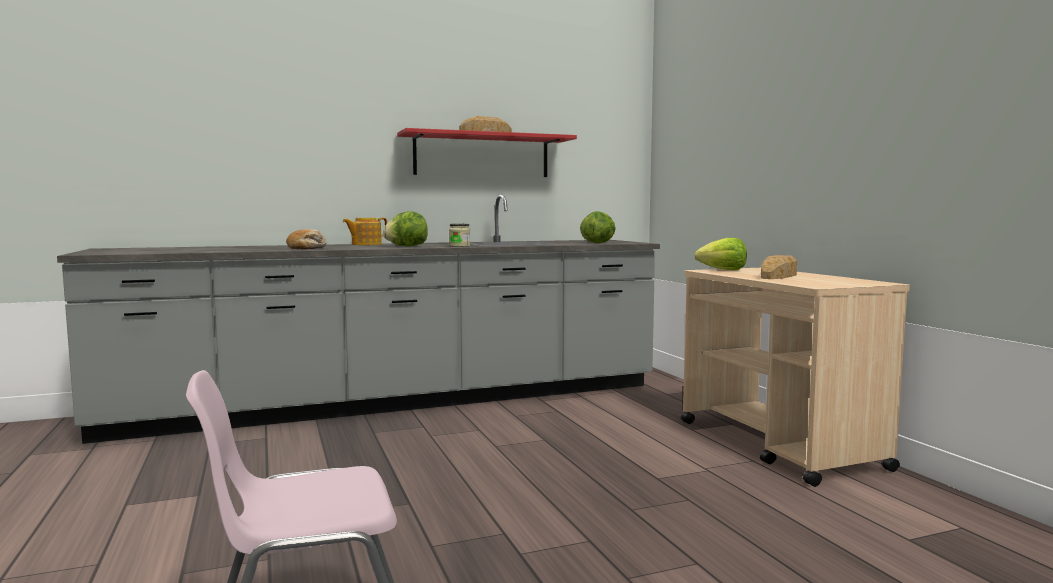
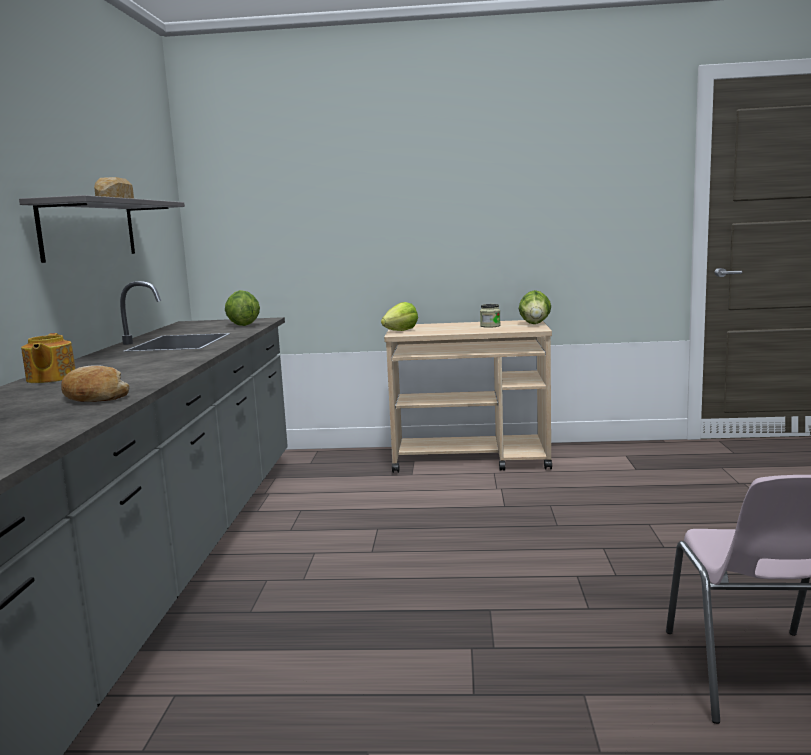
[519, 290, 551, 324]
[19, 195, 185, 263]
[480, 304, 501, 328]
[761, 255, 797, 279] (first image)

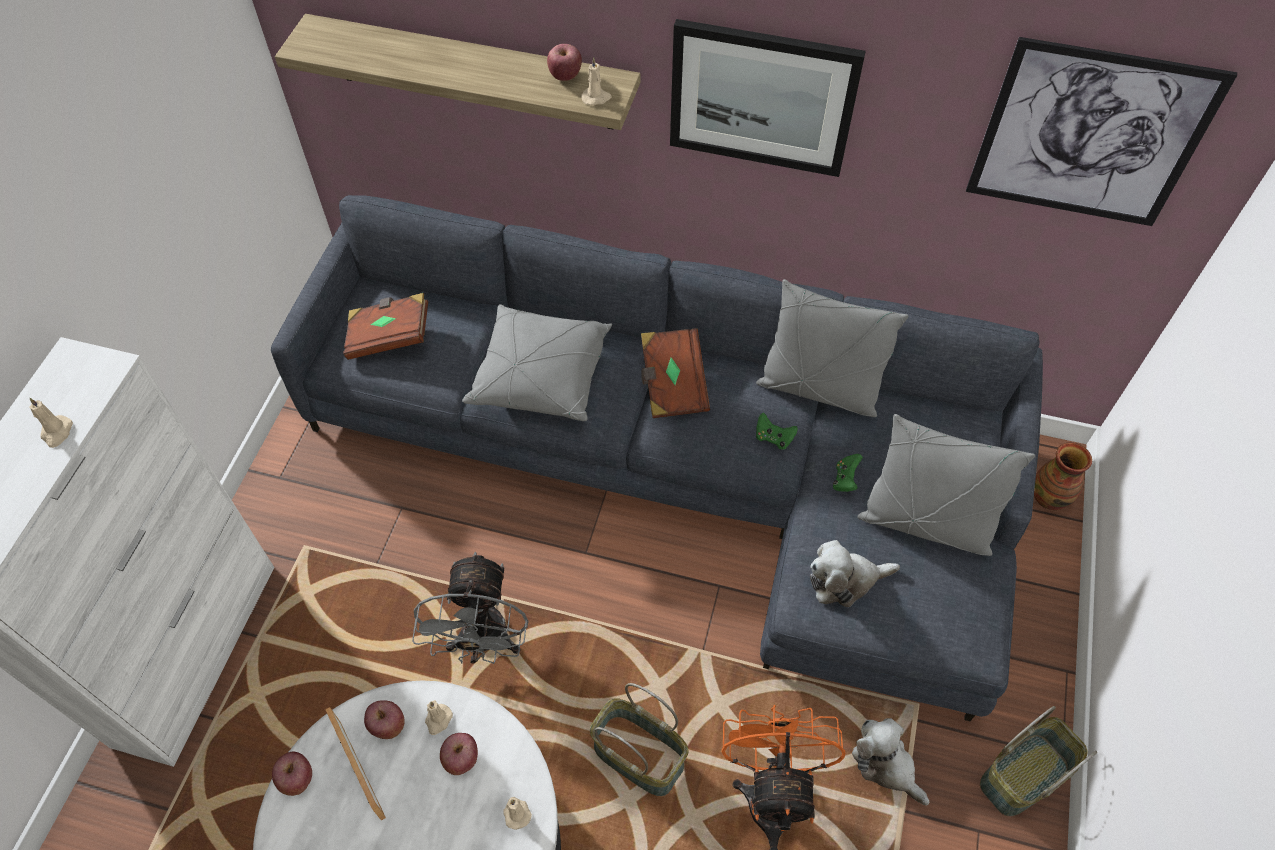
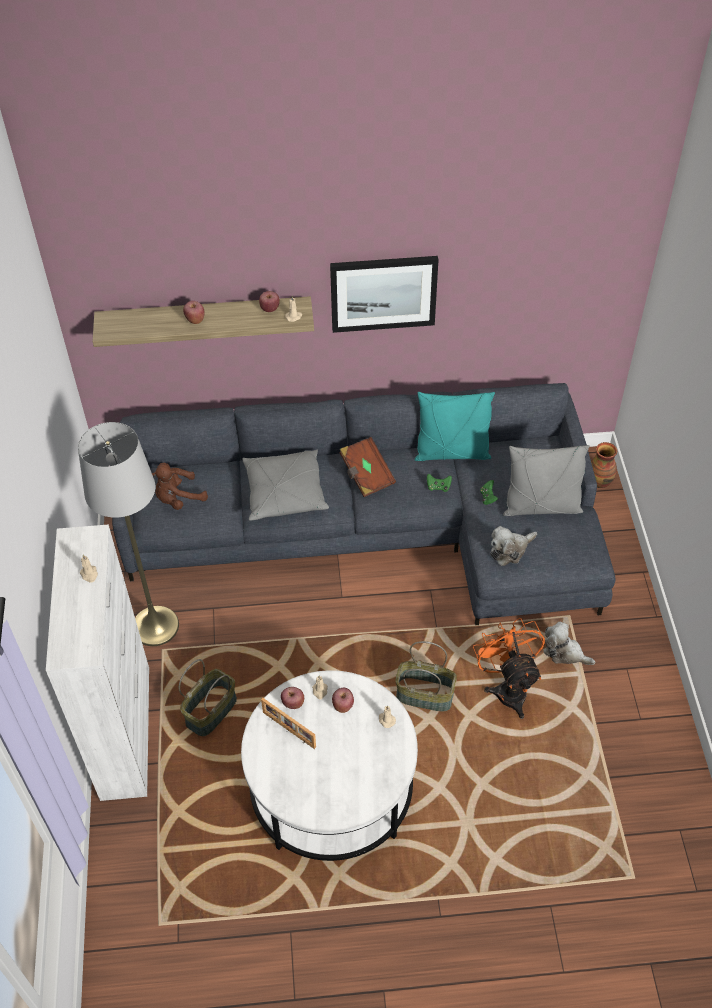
[183, 301, 205, 324]
[152, 463, 208, 510]
[412, 552, 529, 664] (first image)
[414, 392, 495, 461]
[966, 37, 1237, 226] (first image)
[179, 659, 237, 736]
[78, 422, 179, 646]

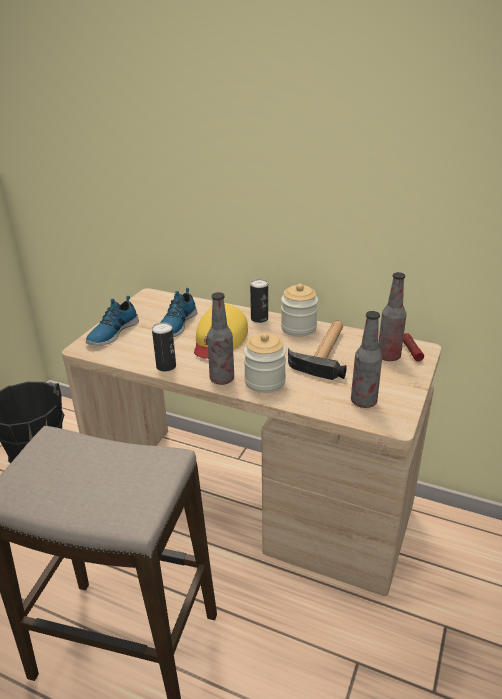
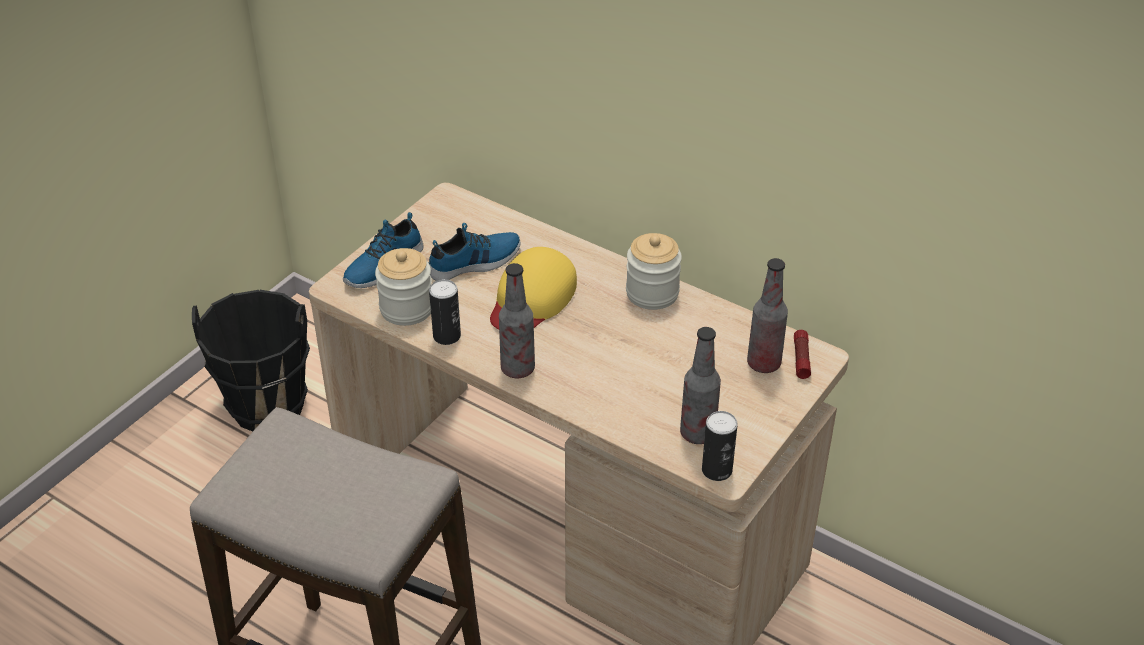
[429, 223, 521, 281]
[375, 248, 432, 326]
[702, 411, 738, 481]
[288, 320, 347, 380] (first image)

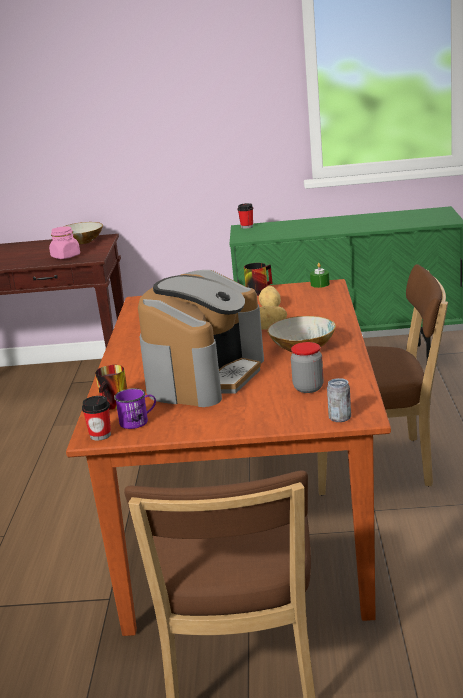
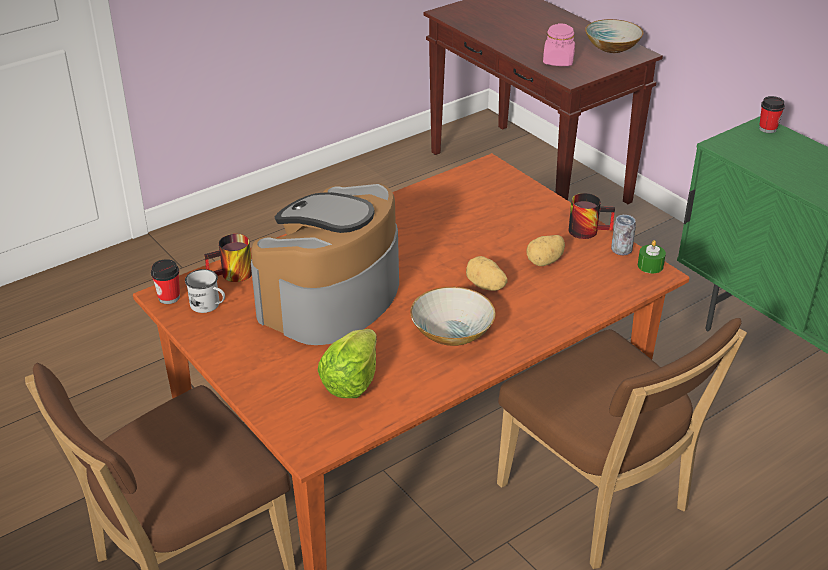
[185, 269, 225, 313]
[251, 184, 399, 345]
[318, 329, 377, 398]
[611, 215, 636, 255]

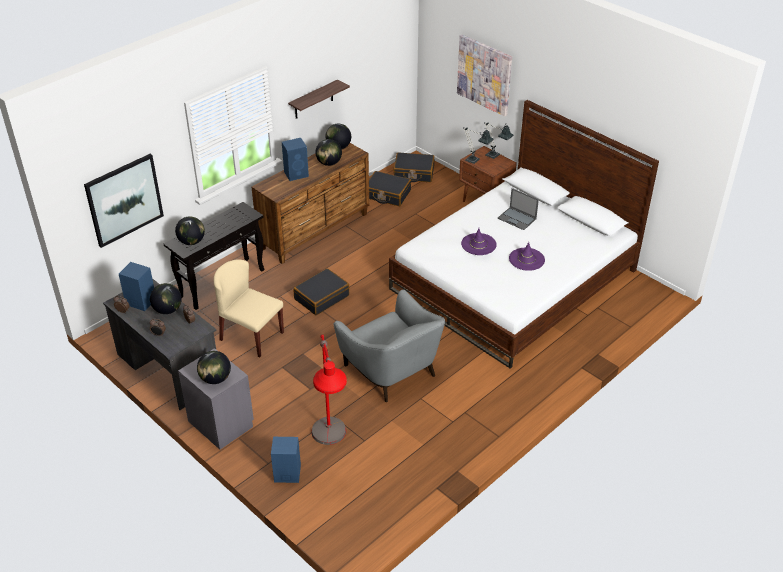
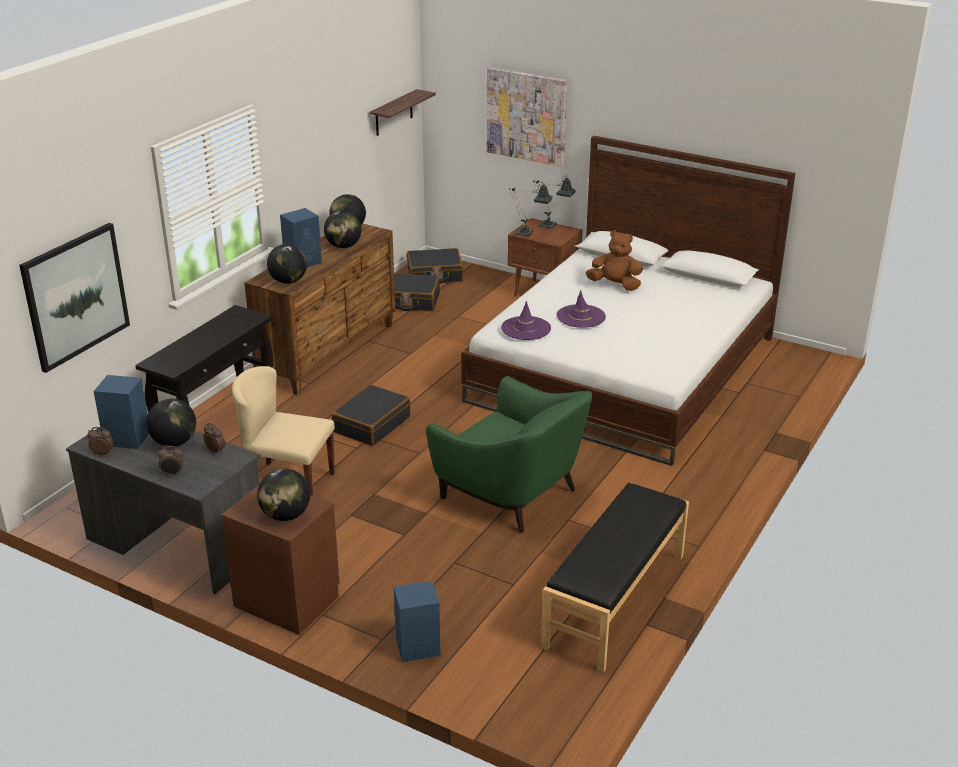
[267, 244, 307, 284]
[221, 484, 340, 635]
[370, 89, 436, 136]
[311, 334, 347, 445] (first image)
[426, 376, 592, 532]
[586, 230, 643, 291]
[501, 301, 551, 340]
[541, 483, 689, 672]

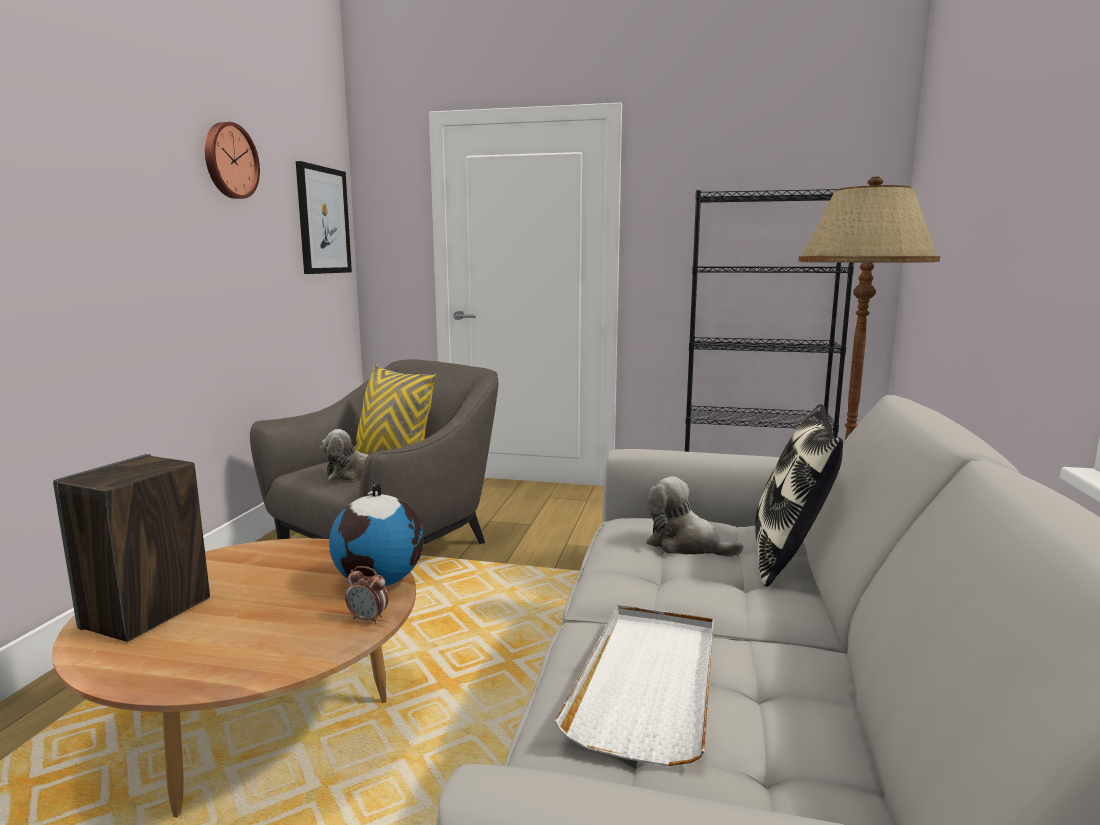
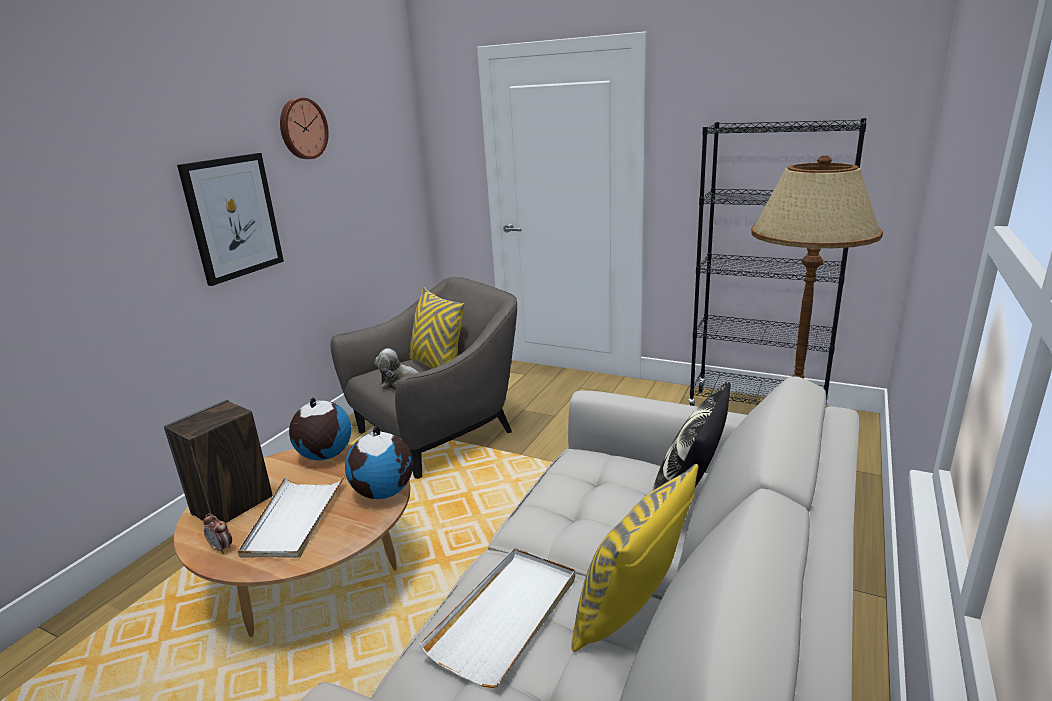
[177, 153, 284, 286]
[203, 513, 232, 554]
[646, 476, 743, 557] (first image)
[238, 476, 344, 558]
[289, 397, 352, 461]
[571, 464, 698, 652]

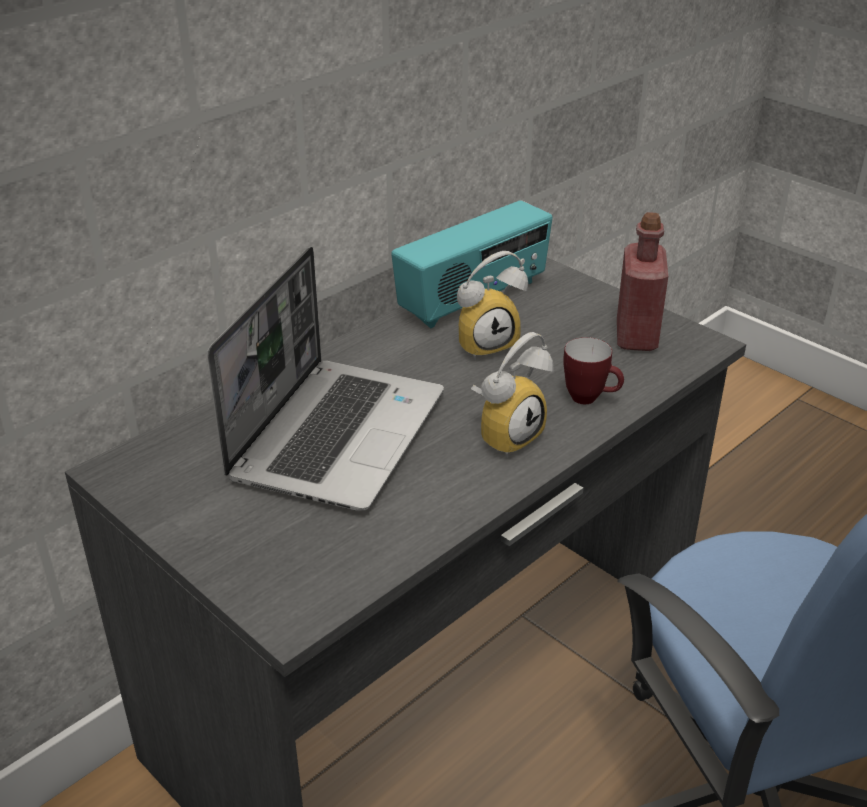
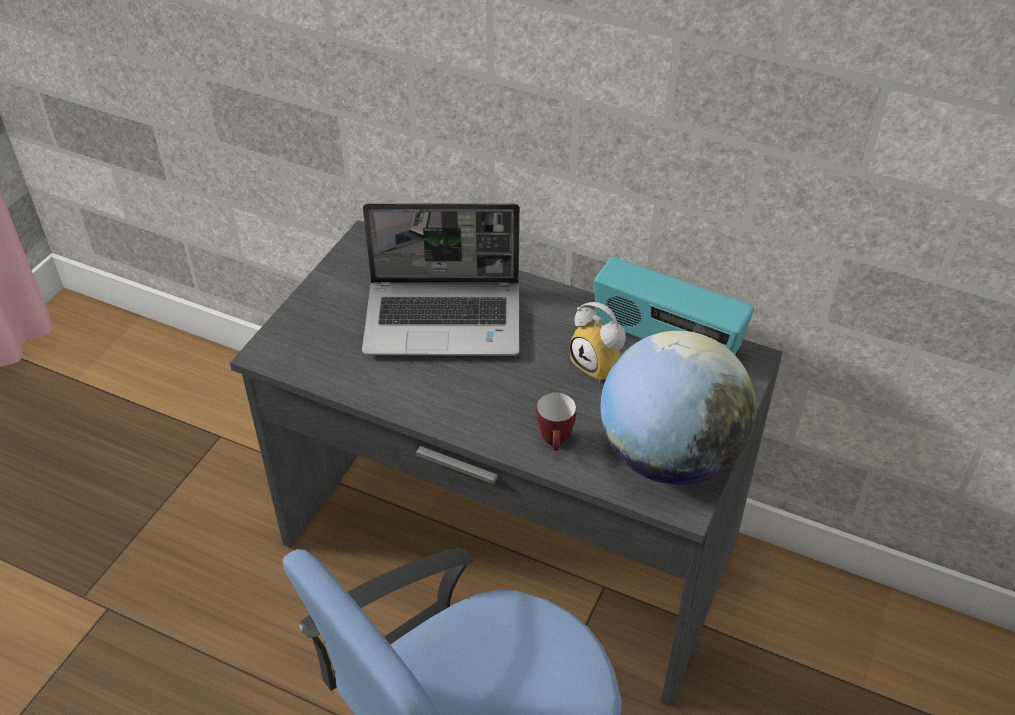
[471, 332, 553, 458] (first image)
[601, 331, 756, 485]

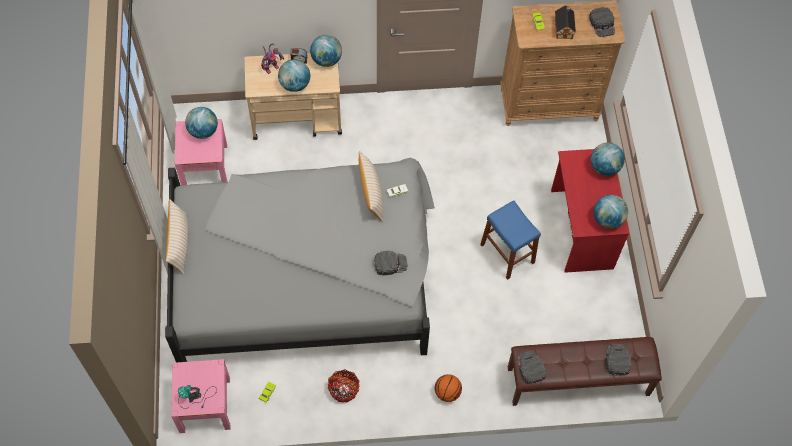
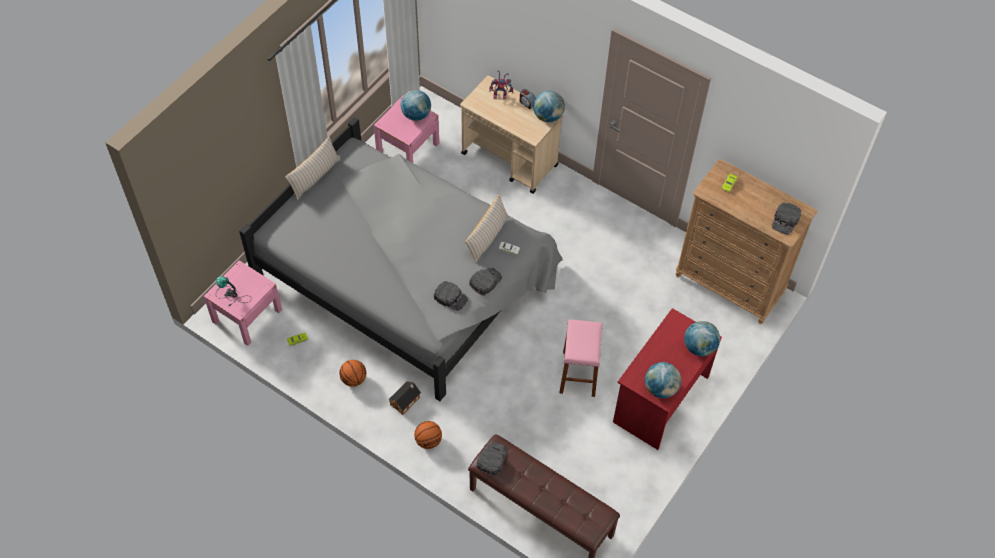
[278, 59, 310, 92] (first image)
[339, 360, 366, 387]
[560, 320, 602, 397]
[388, 381, 421, 415]
[469, 268, 502, 296]

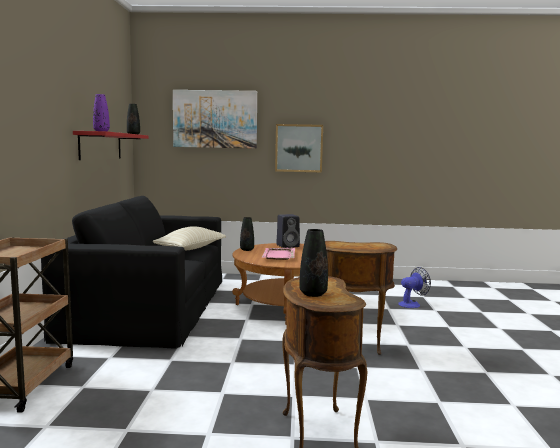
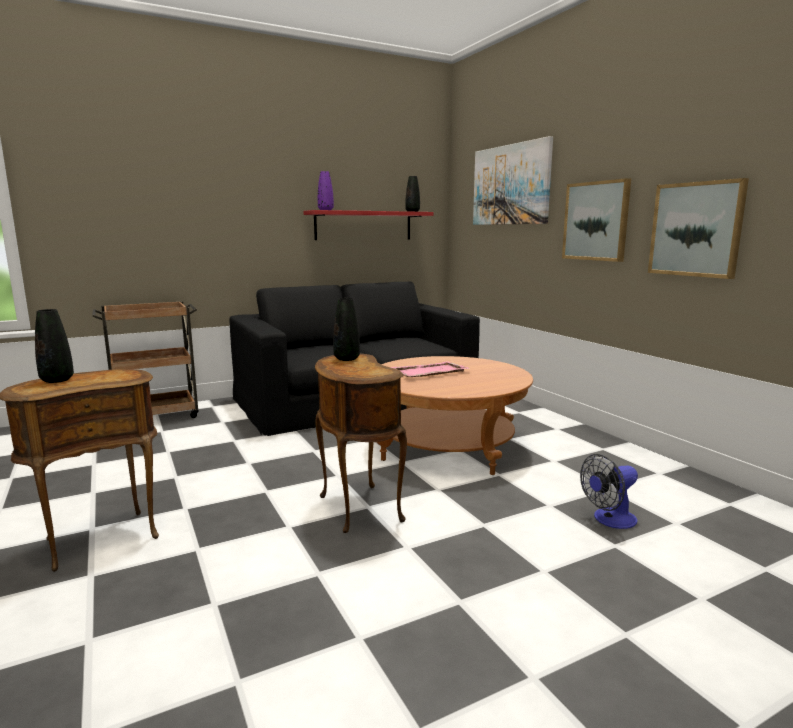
[153, 226, 226, 250] (first image)
[333, 298, 360, 361]
[276, 214, 300, 248] (first image)
[580, 454, 638, 529]
[648, 178, 749, 279]

